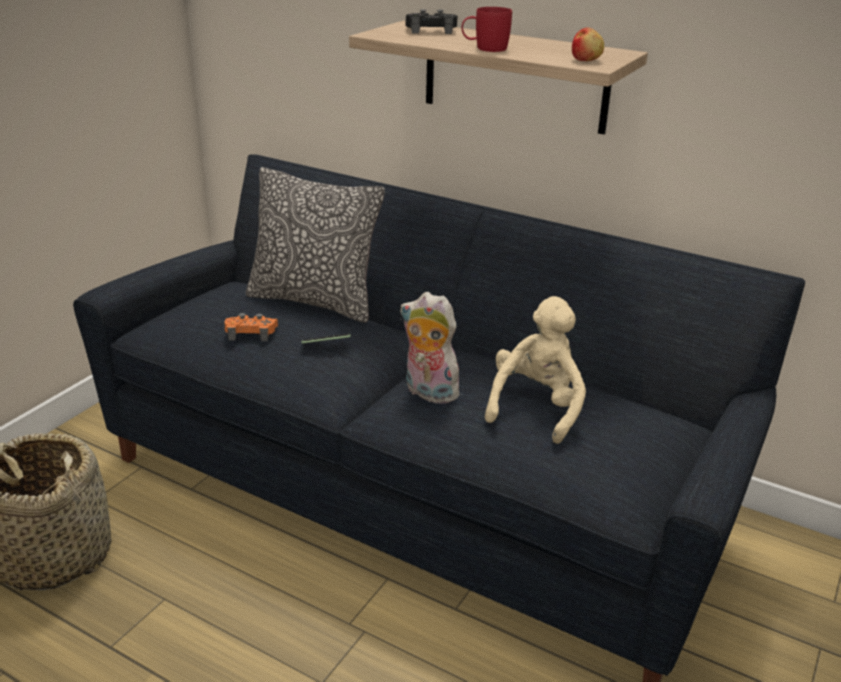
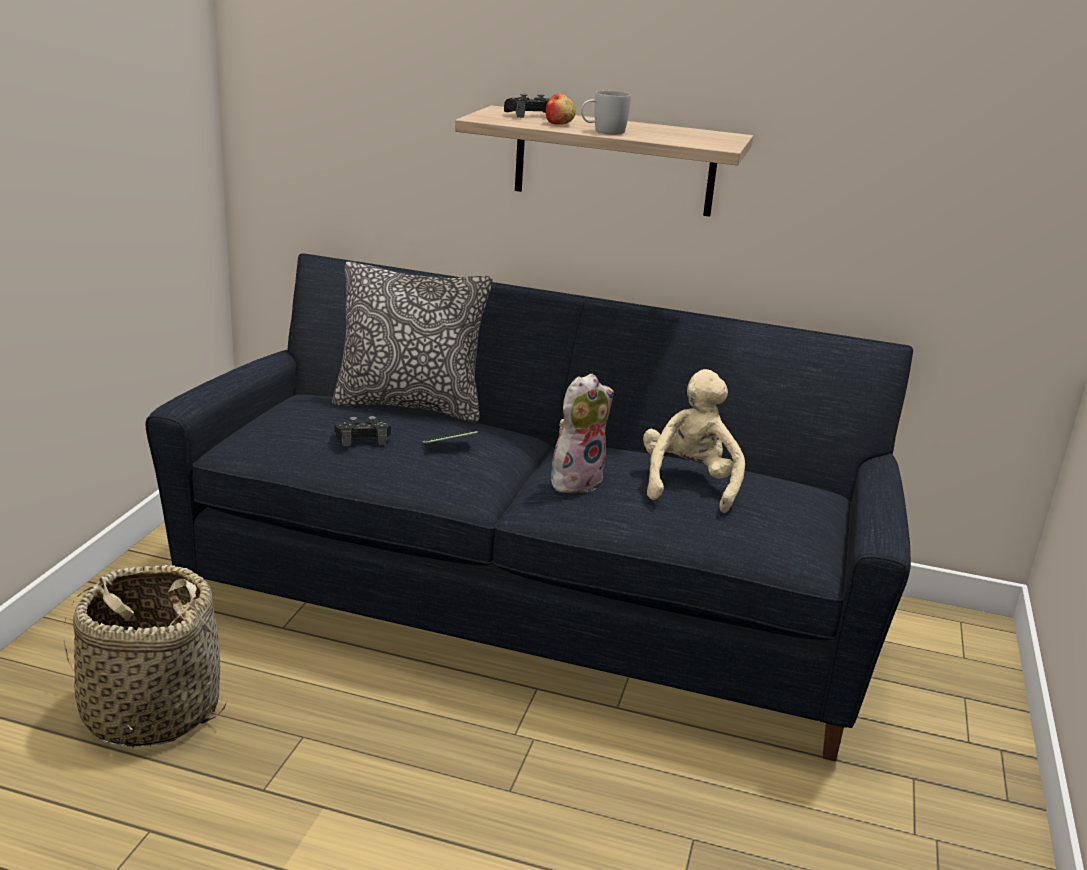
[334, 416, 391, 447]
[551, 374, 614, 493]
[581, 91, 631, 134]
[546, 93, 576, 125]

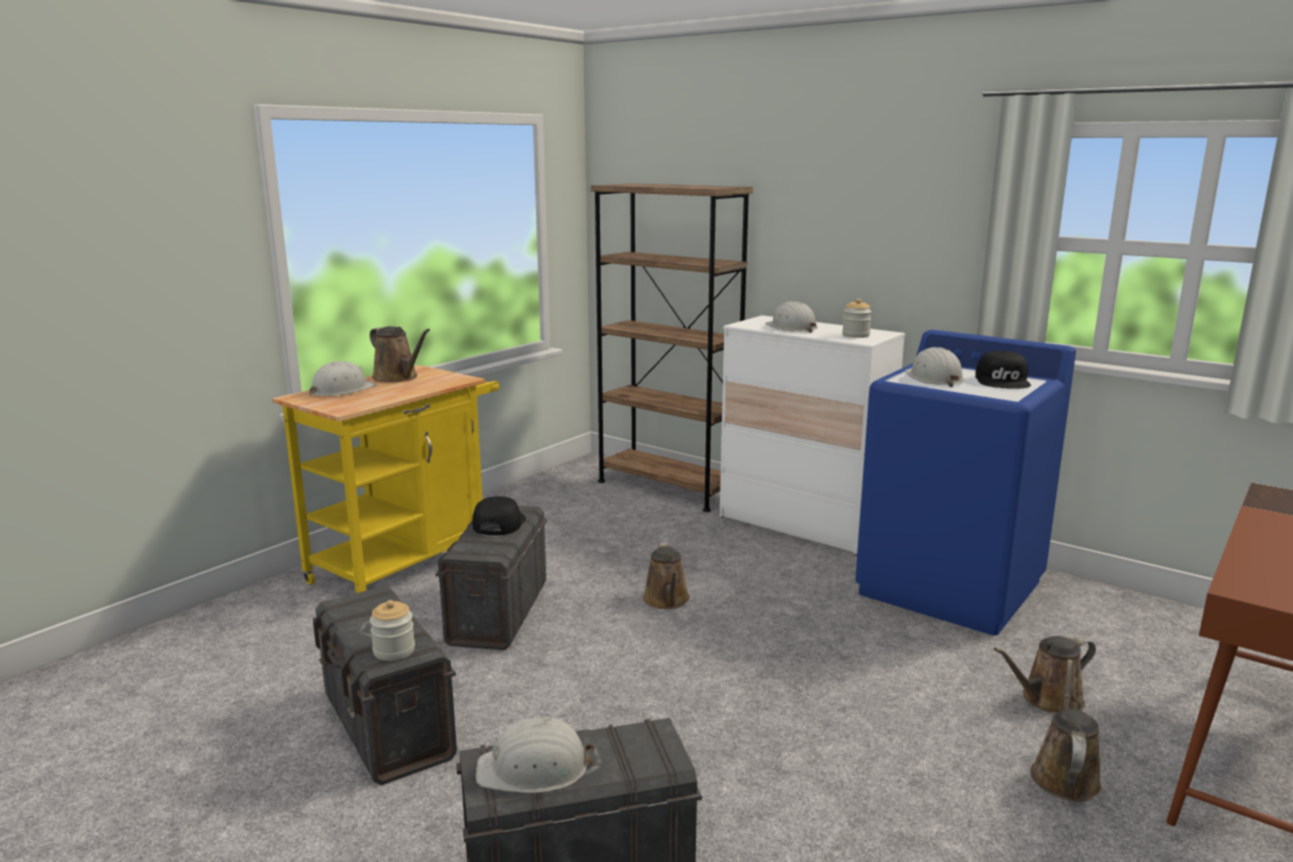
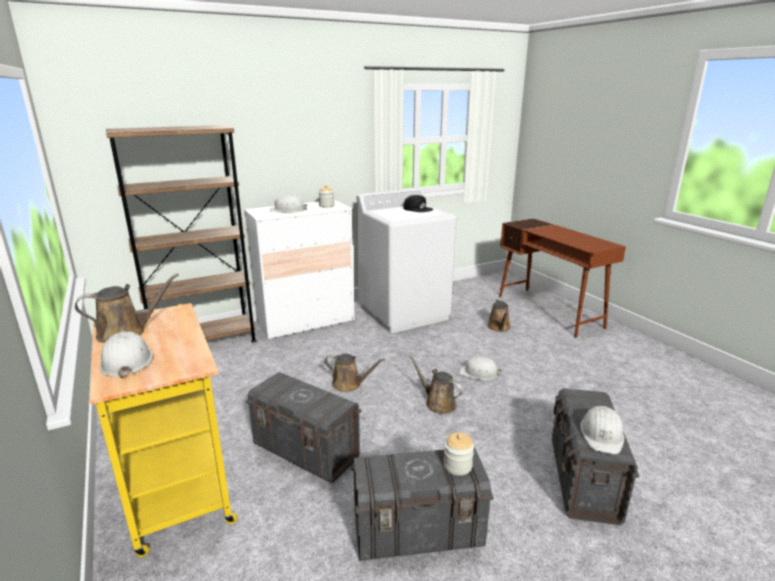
[472, 496, 526, 535] (first image)
[357, 188, 456, 333]
[459, 356, 501, 381]
[409, 355, 463, 414]

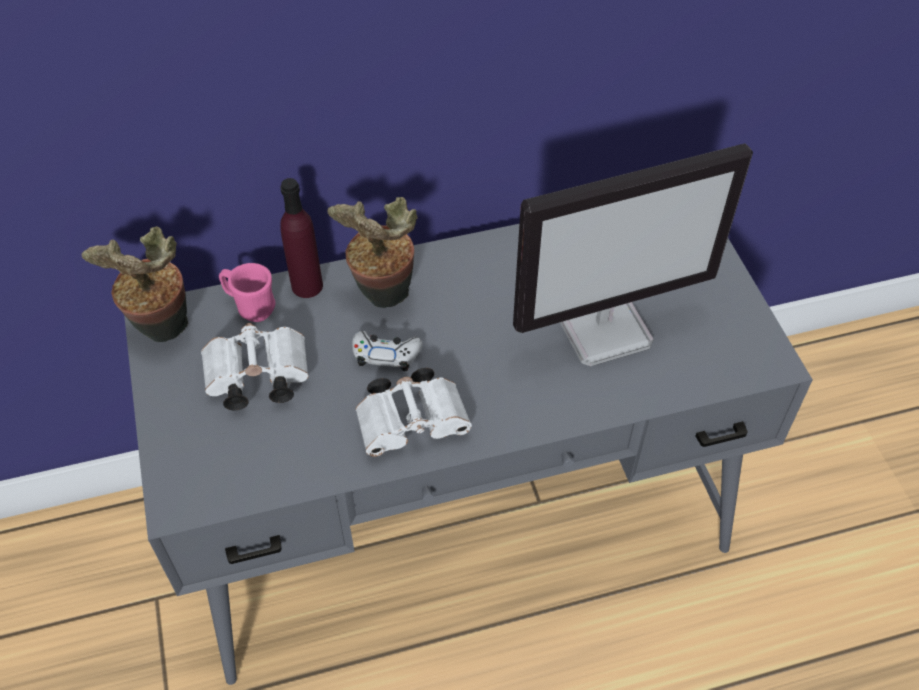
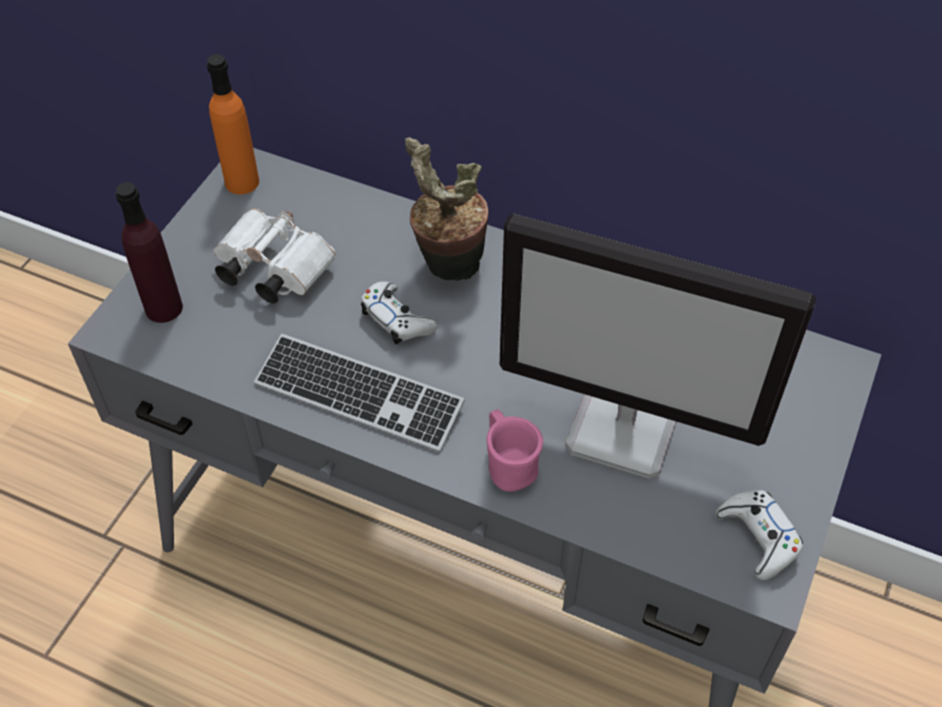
[207, 54, 259, 194]
[487, 409, 543, 492]
[115, 182, 183, 323]
[254, 334, 464, 452]
[715, 490, 803, 580]

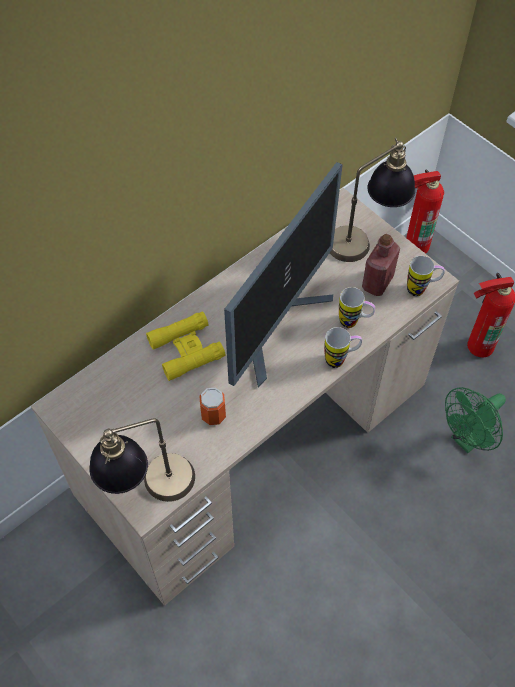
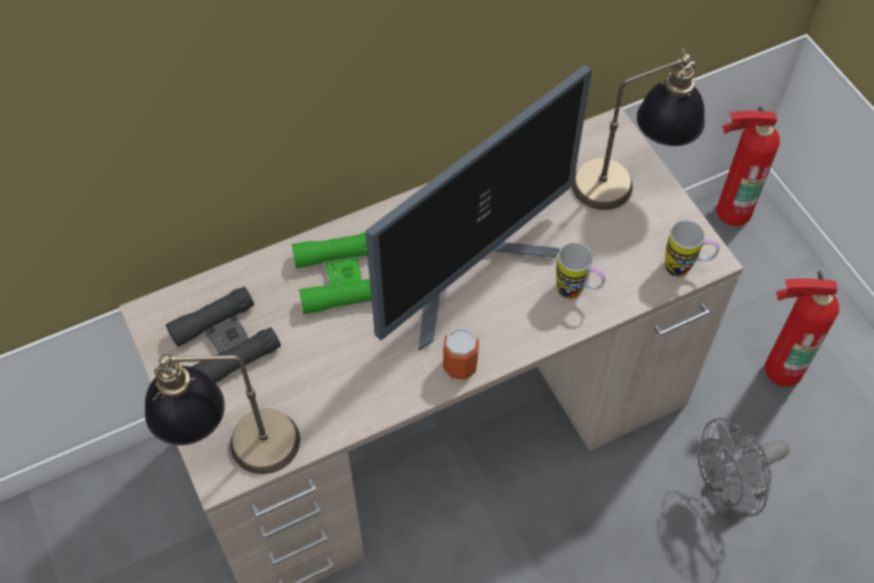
[292, 232, 372, 314]
[443, 327, 479, 380]
[324, 327, 362, 368] (first image)
[362, 234, 400, 296] (first image)
[698, 418, 790, 517]
[166, 287, 281, 383]

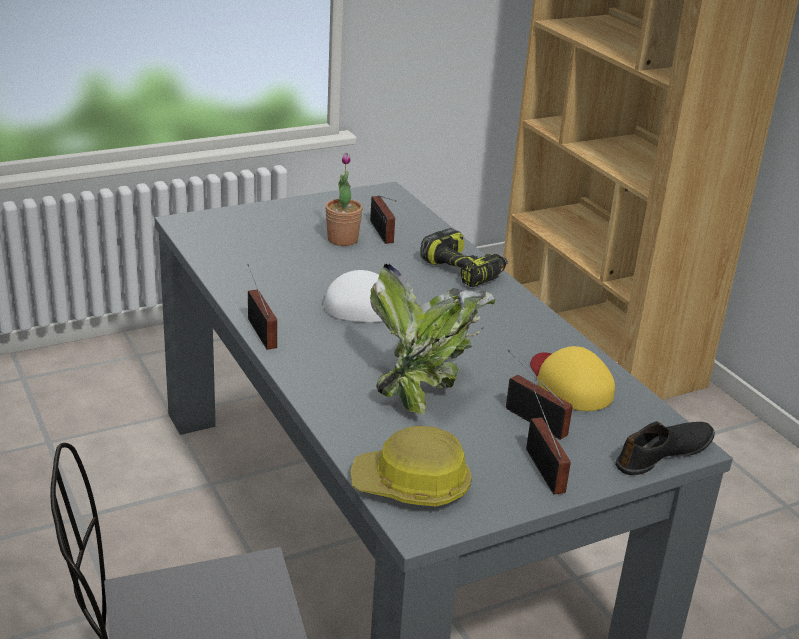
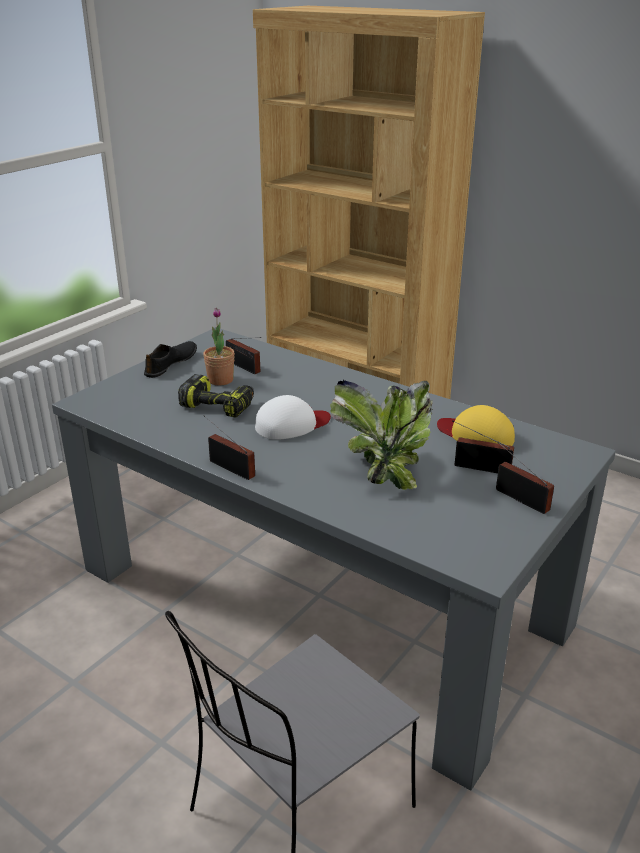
[350, 426, 472, 506] (first image)
[178, 374, 254, 418]
[144, 341, 197, 378]

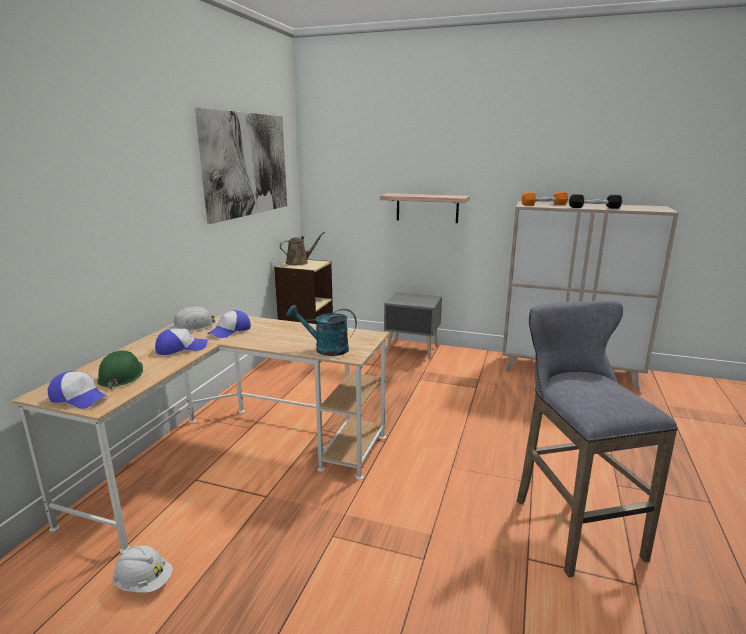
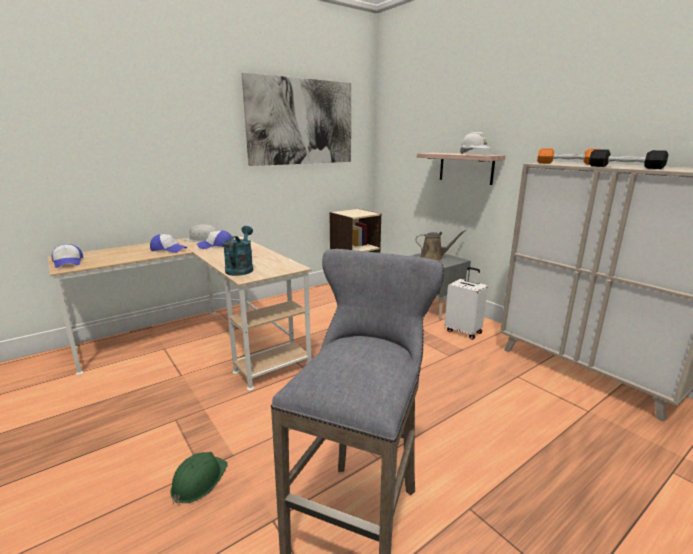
[170, 452, 228, 504]
[460, 132, 491, 154]
[415, 230, 466, 261]
[223, 226, 253, 276]
[445, 267, 488, 340]

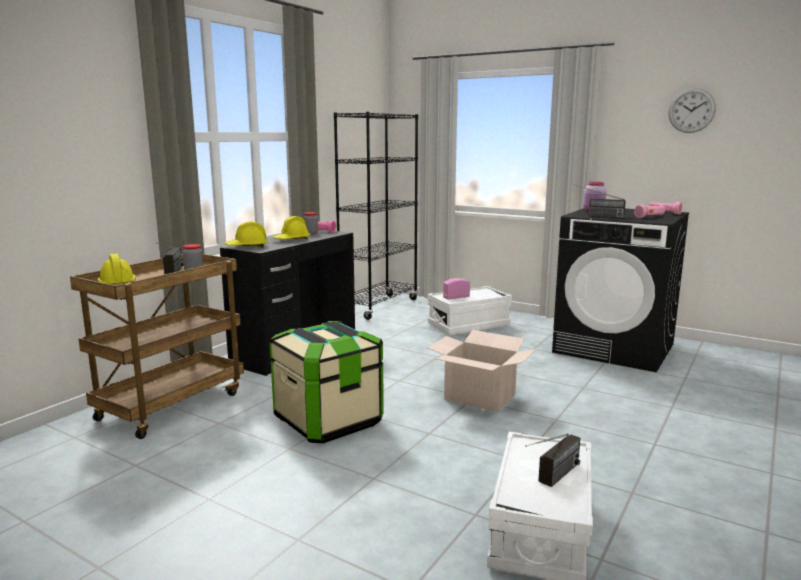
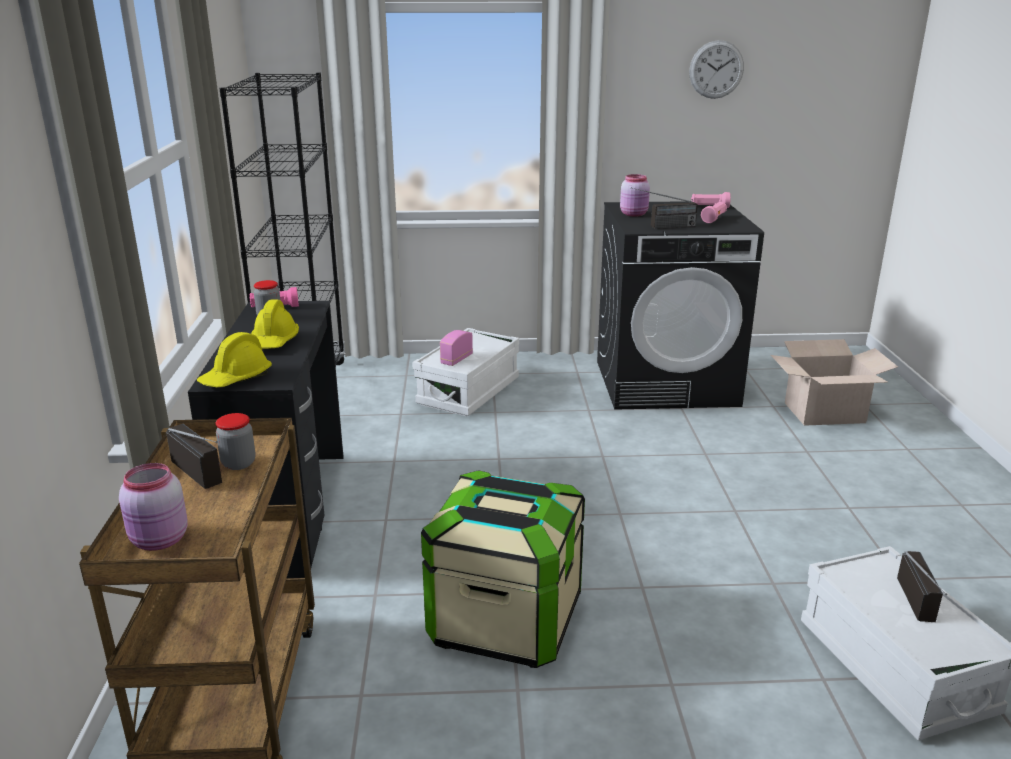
[119, 463, 187, 551]
[771, 339, 898, 426]

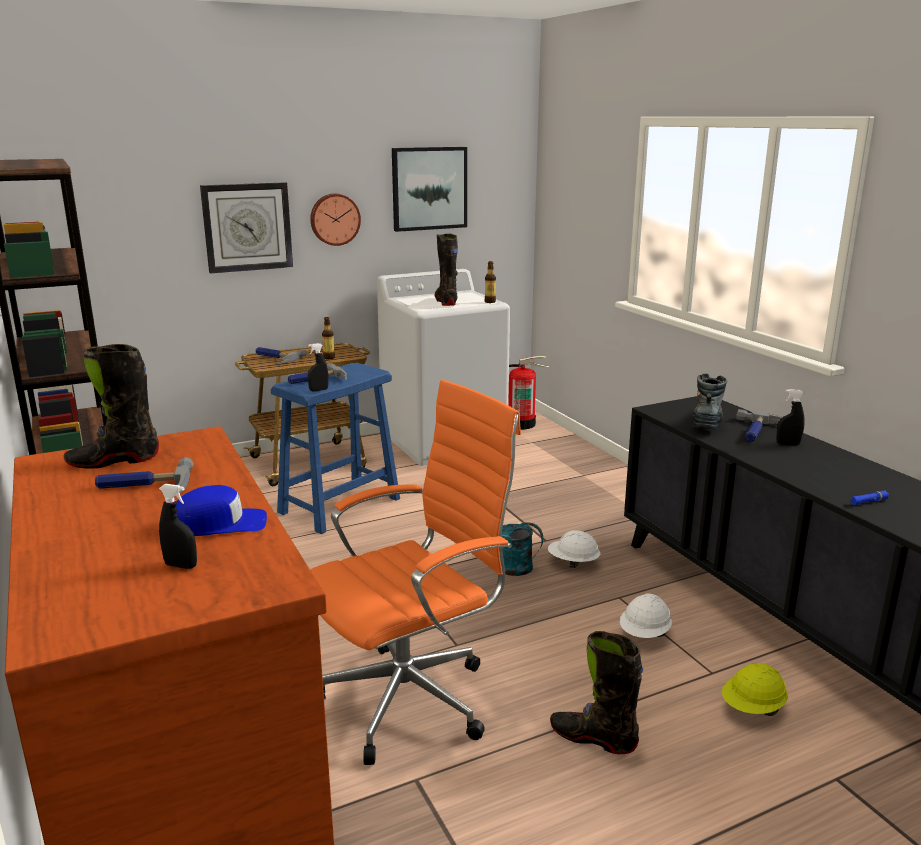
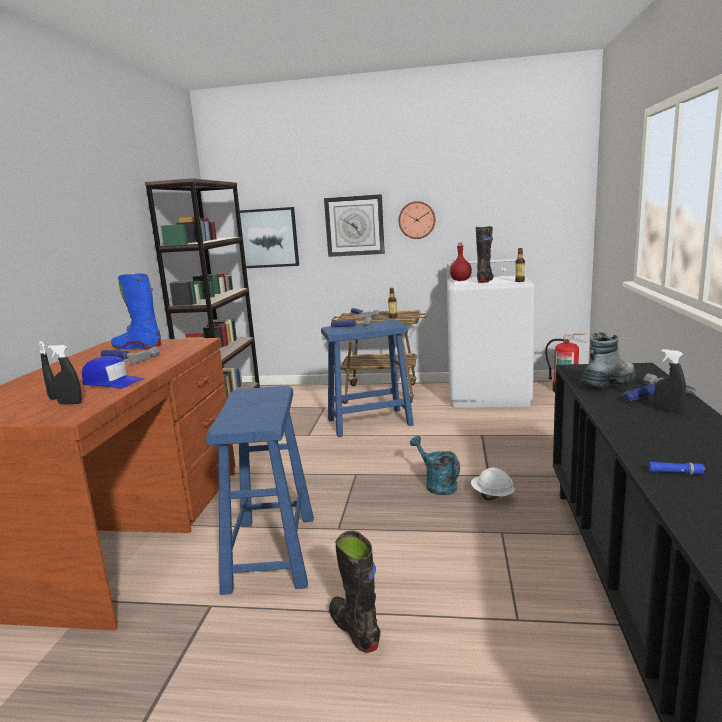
[111, 273, 161, 350]
[48, 345, 82, 404]
[206, 386, 314, 595]
[240, 207, 299, 268]
[620, 594, 672, 638] (first image)
[722, 663, 788, 716] (first image)
[450, 243, 472, 281]

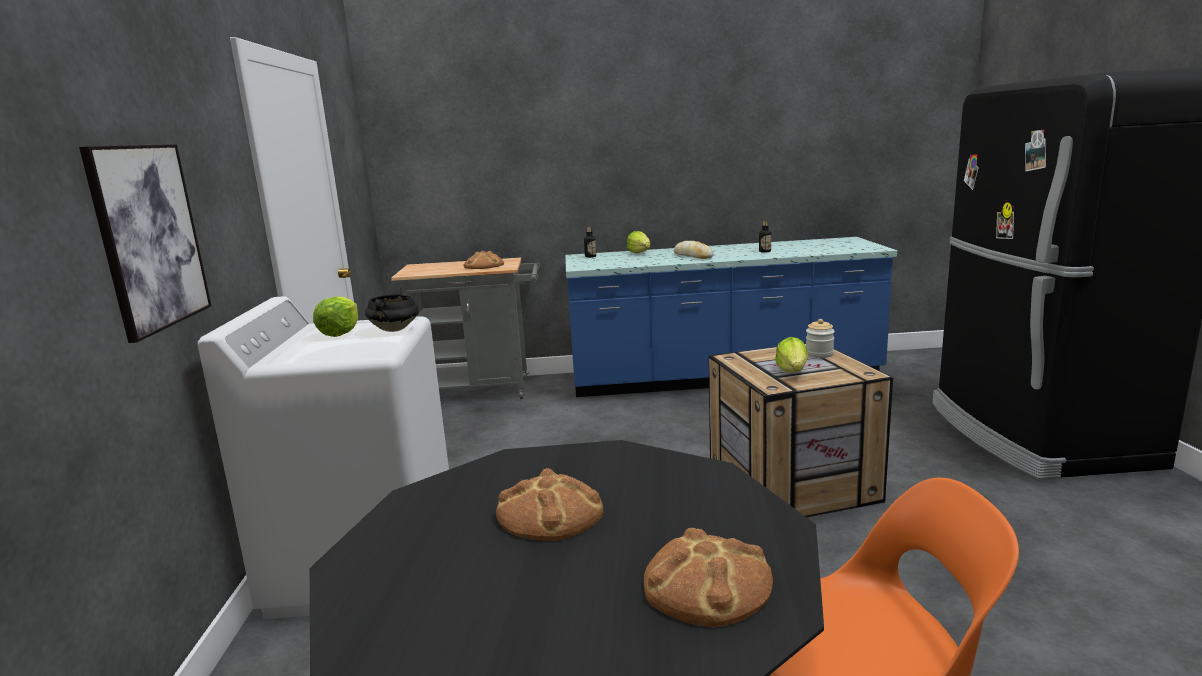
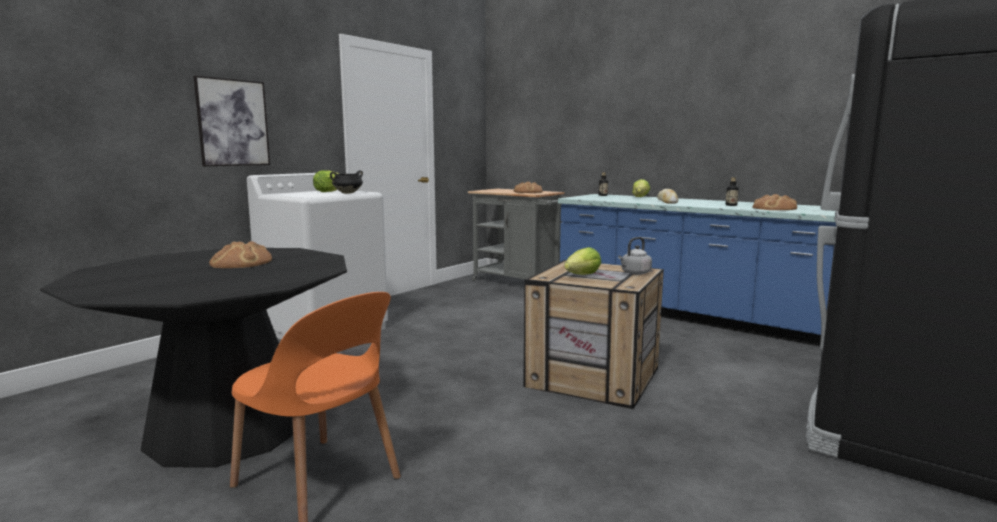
[752, 194, 797, 210]
[618, 237, 652, 275]

